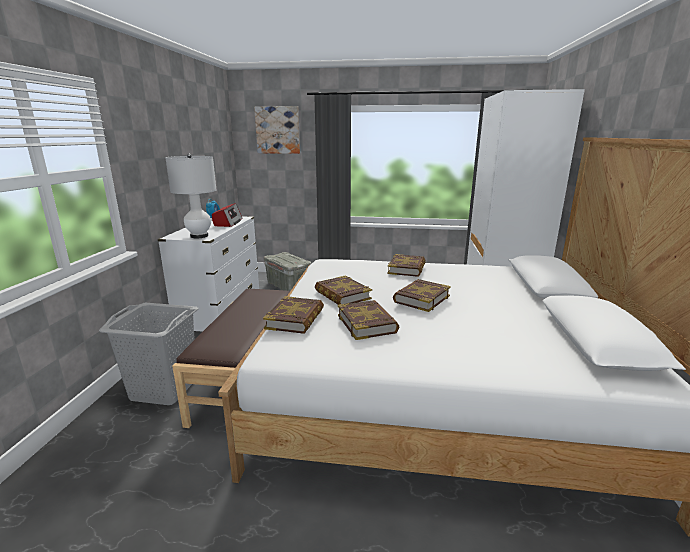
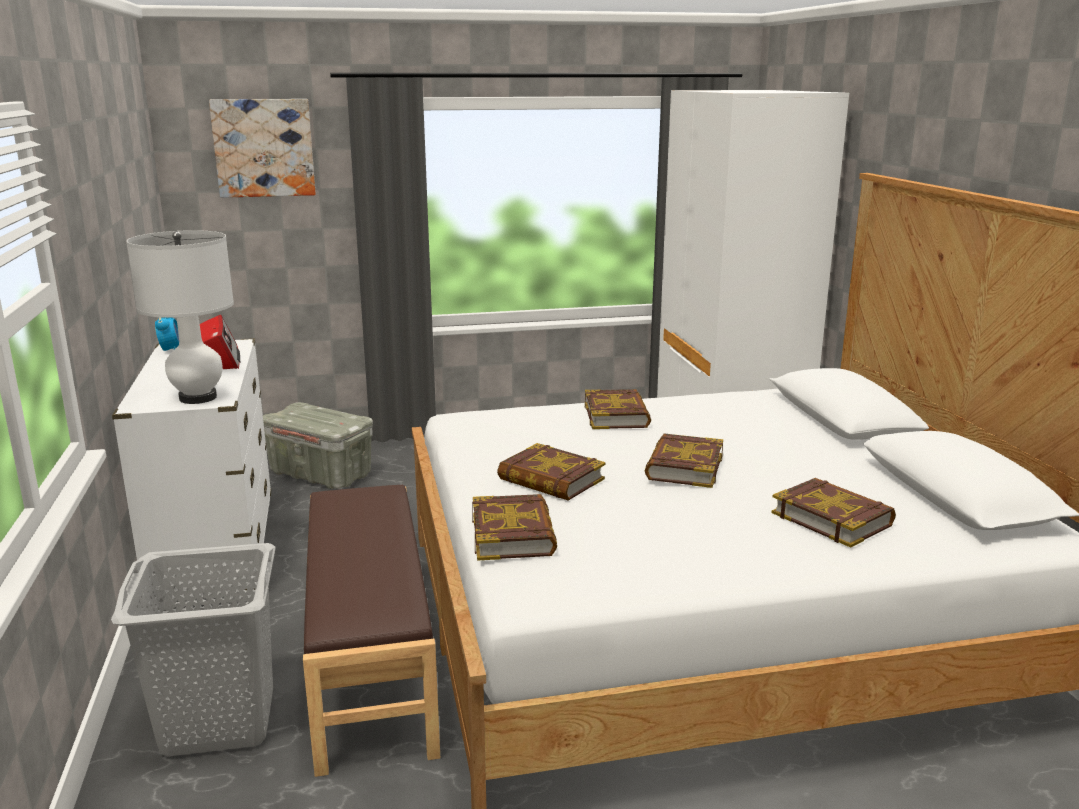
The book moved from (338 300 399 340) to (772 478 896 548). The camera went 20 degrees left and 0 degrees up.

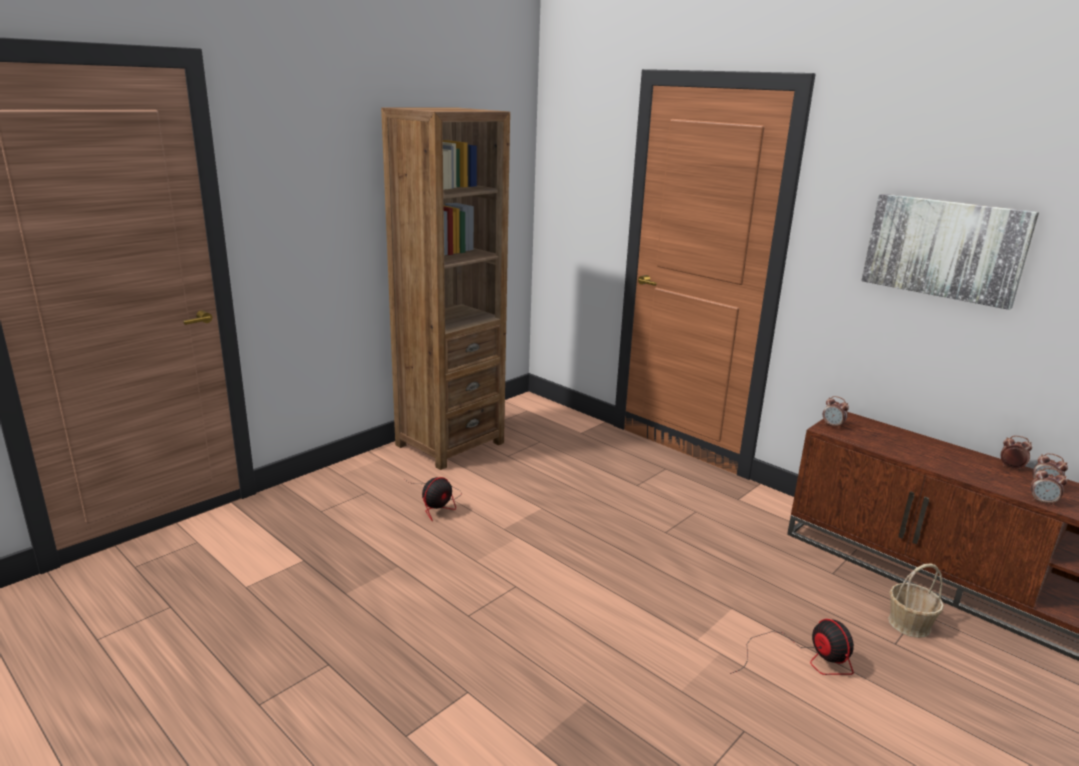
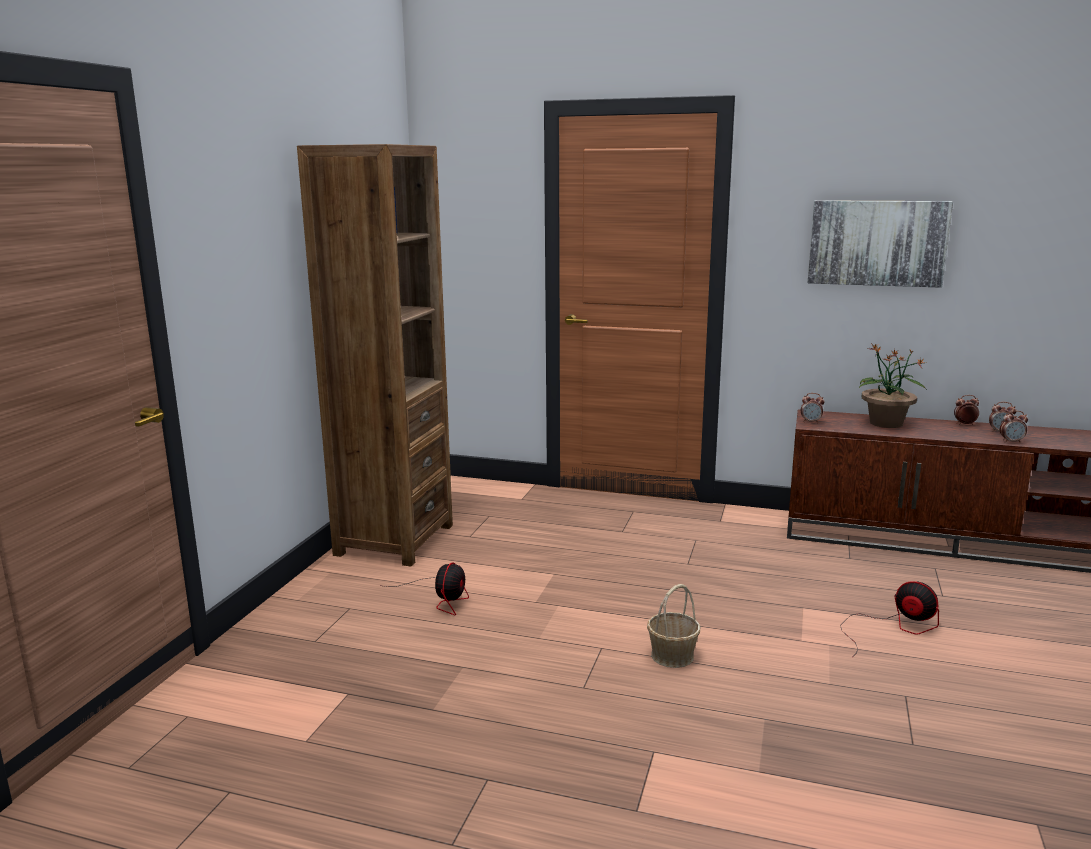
The potted plant at (859 344 927 428) appeared. The storage basket moved from (888 563 944 638) to (647 584 700 668). The camera went 25 degrees left and 5 degrees down.

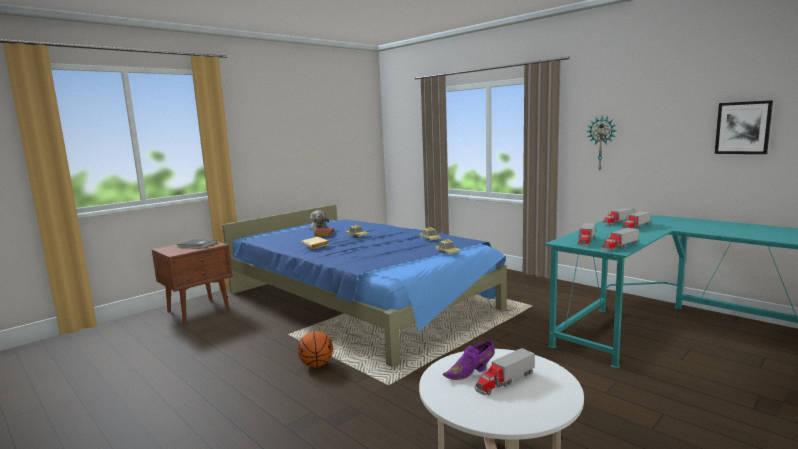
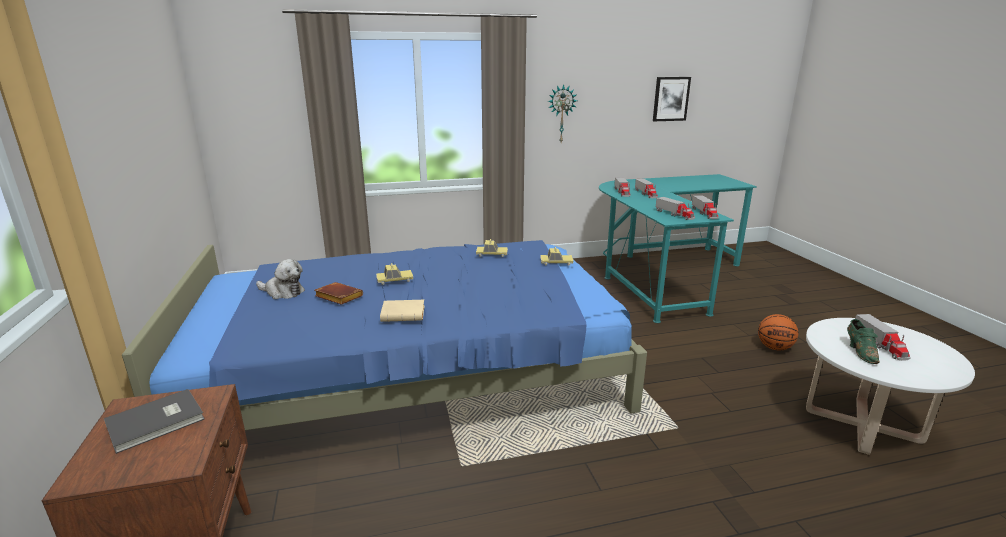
The basketball moved from (298 331 333 367) to (758 314 798 351). The purple low shoe at (443 341 495 380) became the green low shoe at (847 319 880 364). The camera went 60 degrees left and 10 degrees up.

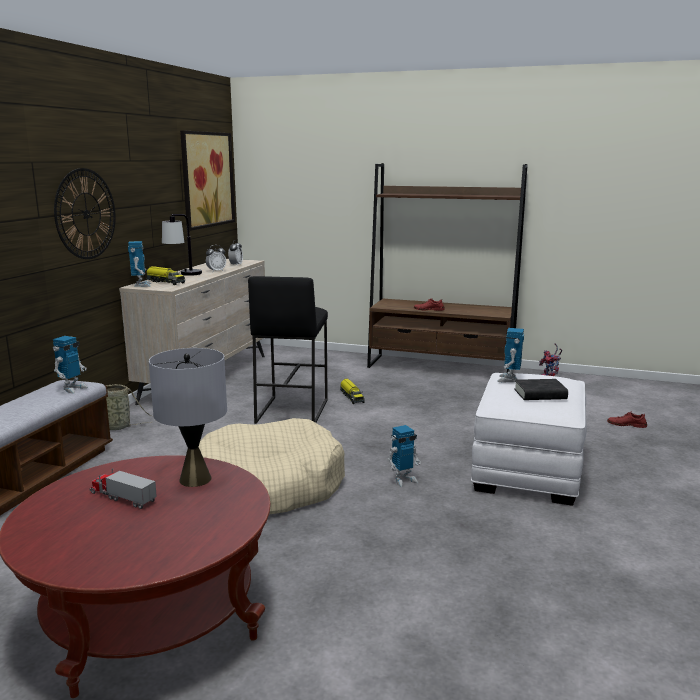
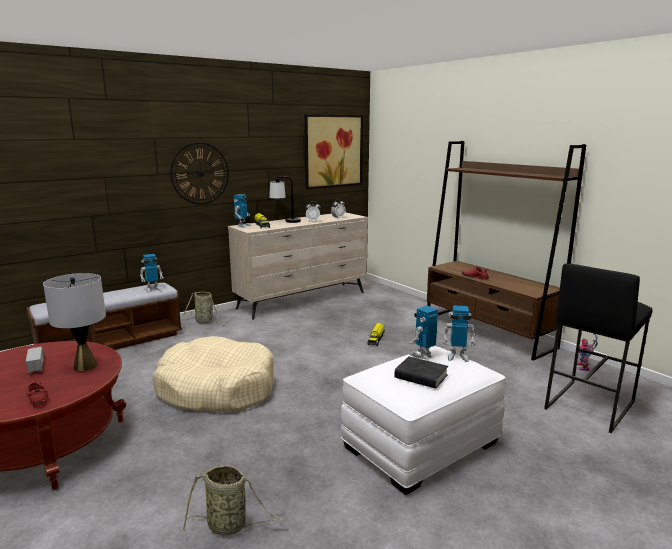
The storage basket at (183 465 286 536) appeared. The black sitting stool moved from (248 276 328 424) to (544 263 652 433). The robot figure moved from (387 425 421 487) to (443 305 475 362). The red low shoe moved from (607 411 647 428) to (26 382 47 407). The camera went 35 degrees right and 0 degrees up.

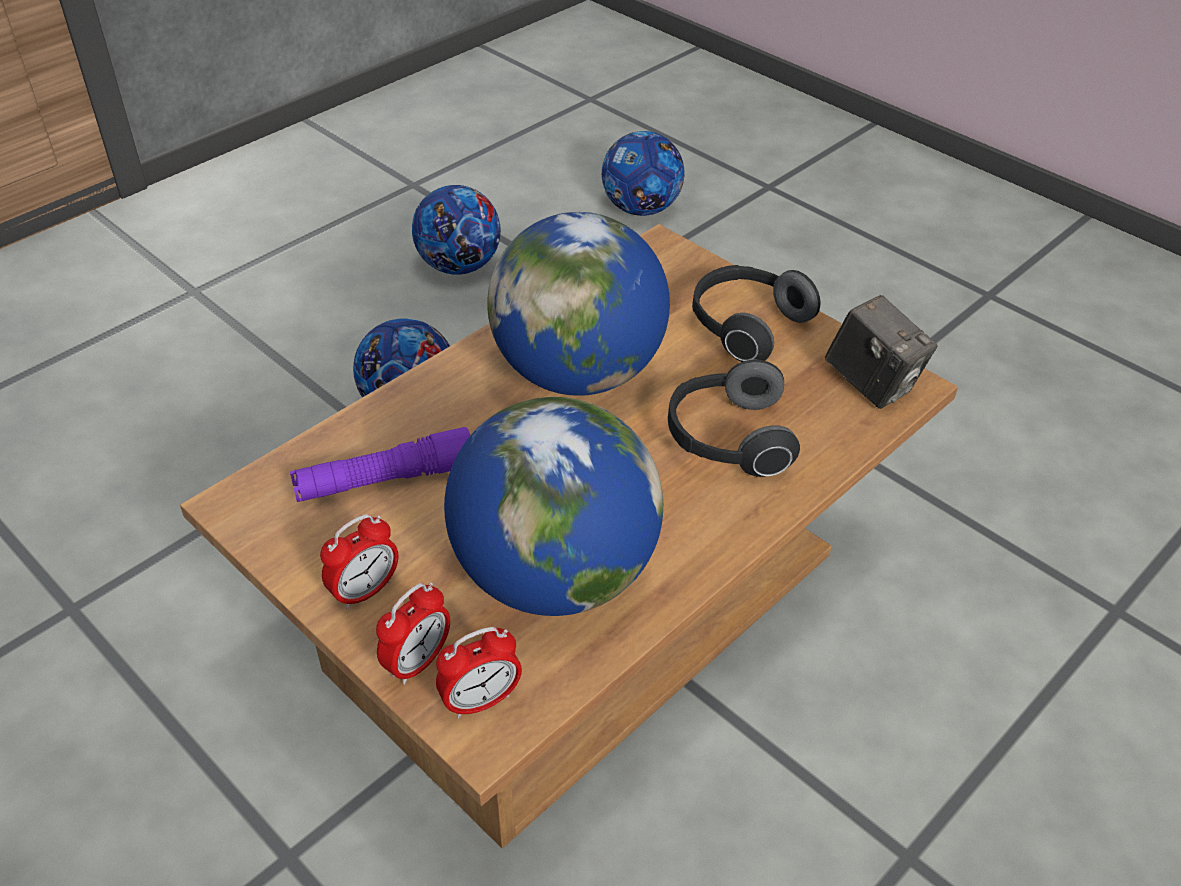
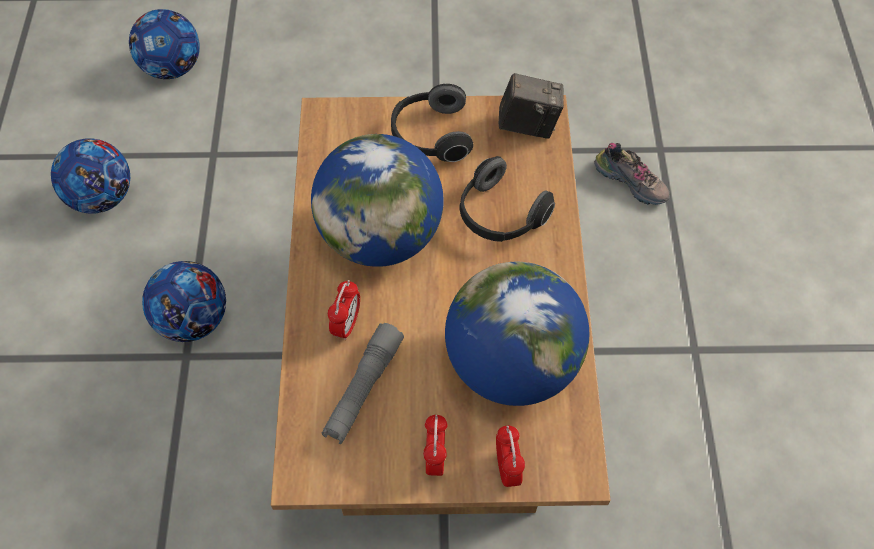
The low shoe at (594 143 670 205) appeared. The alarm clock moved from (436 627 522 719) to (328 280 360 340). The purple flashlight at (290 427 470 502) became the greyish flashlight at (322 323 404 444). The camera went 45 degrees left and 15 degrees up.

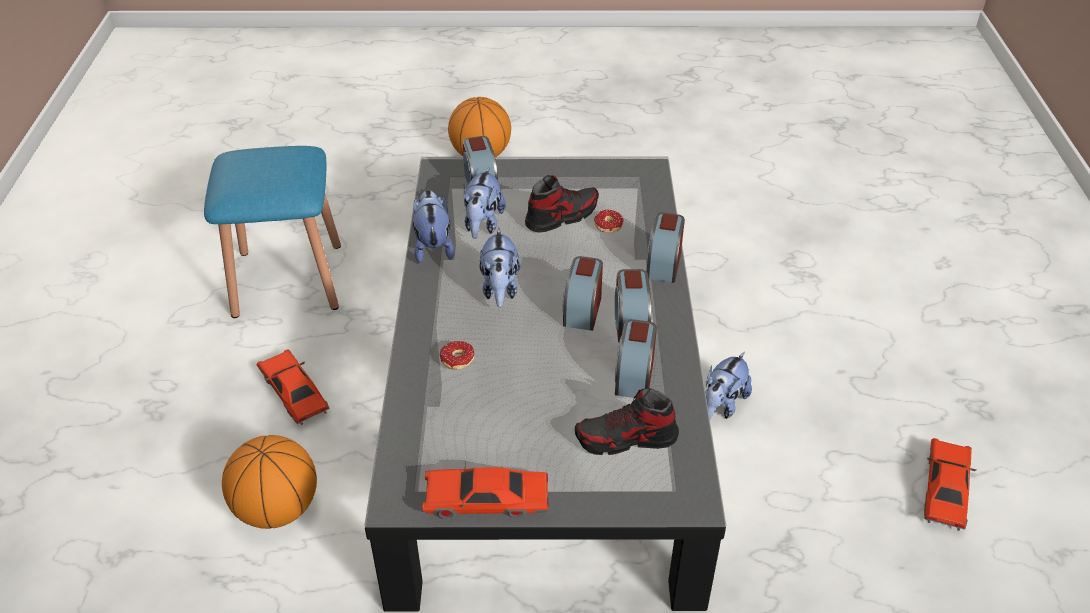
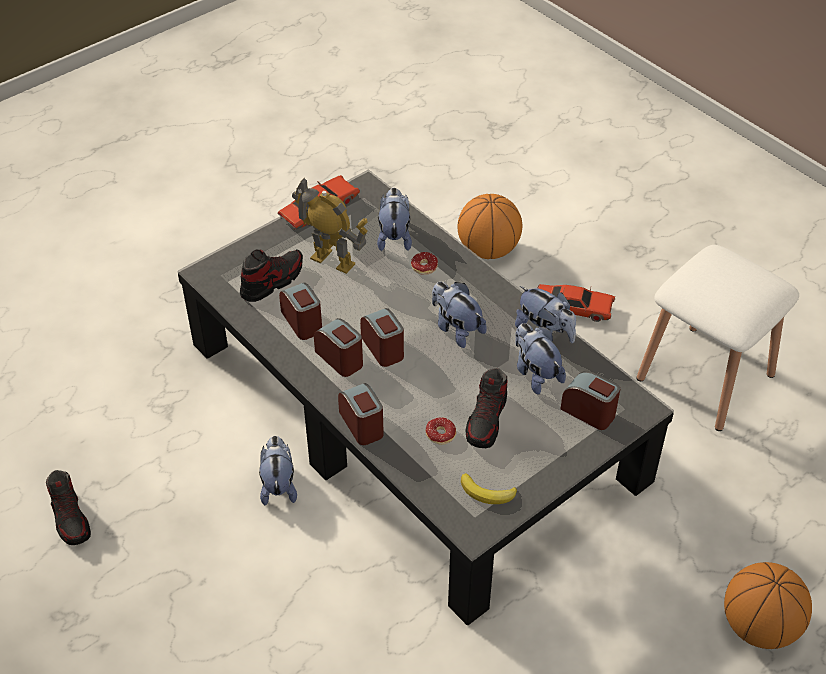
The robot figure at (292 177 368 274) appeared. The soft toy at (377 188 412 251) appeared. The banana fruit at (461 473 517 504) appeared. The red toy car at (924 438 977 531) was replaced by the low shoe at (46 470 91 545). The bluish sitting stool at (204 146 341 318) became the white-coloured sitting stool at (637 245 799 431). The camera went 140 degrees right and 5 degrees up.

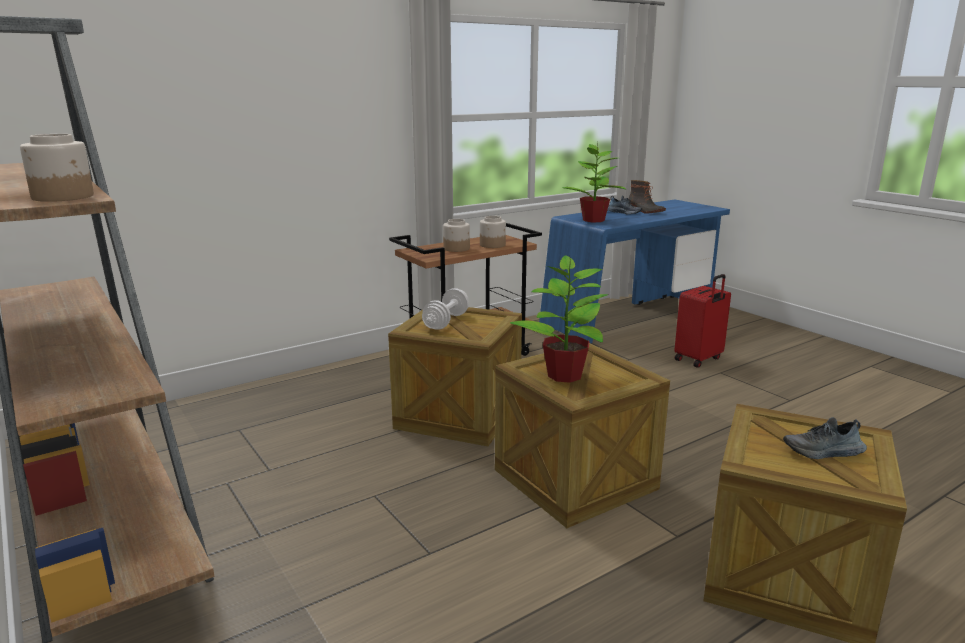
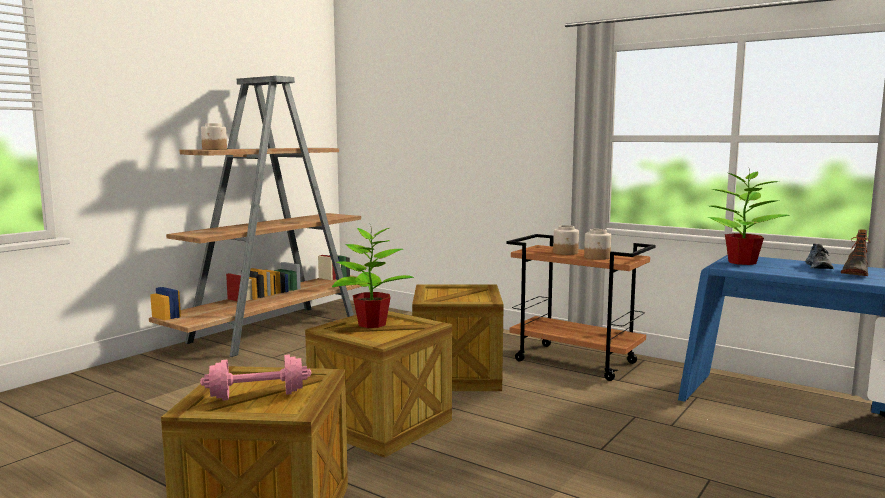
The white-coloured free weight at (422 288 469 330) disappeared. The red travel case at (674 274 731 368) disappeared. The low shoe at (783 417 867 459) was replaced by the pink-coloured free weight at (200 354 312 401). The camera went 70 degrees right and 10 degrees down.

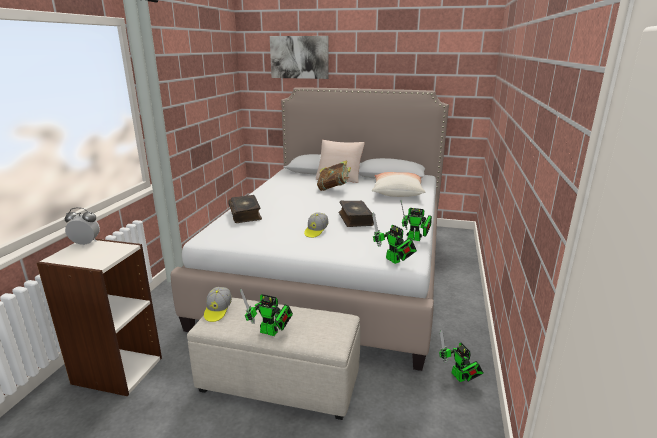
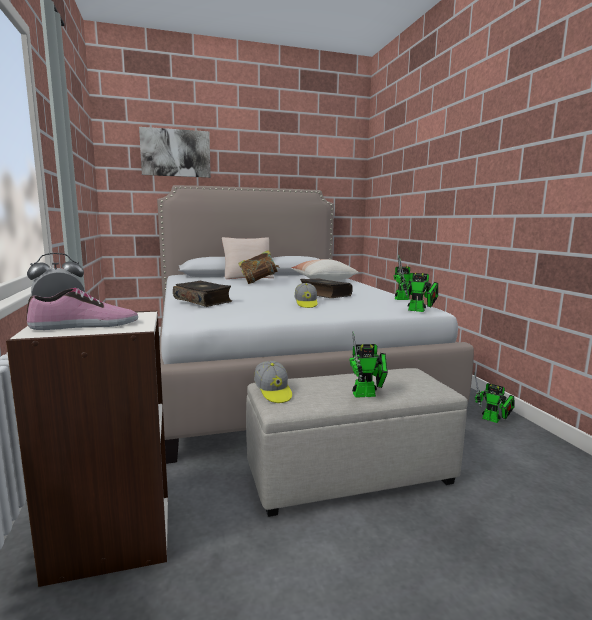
The low shoe at (26 288 138 330) appeared. The camera went 30 degrees left and 10 degrees down.

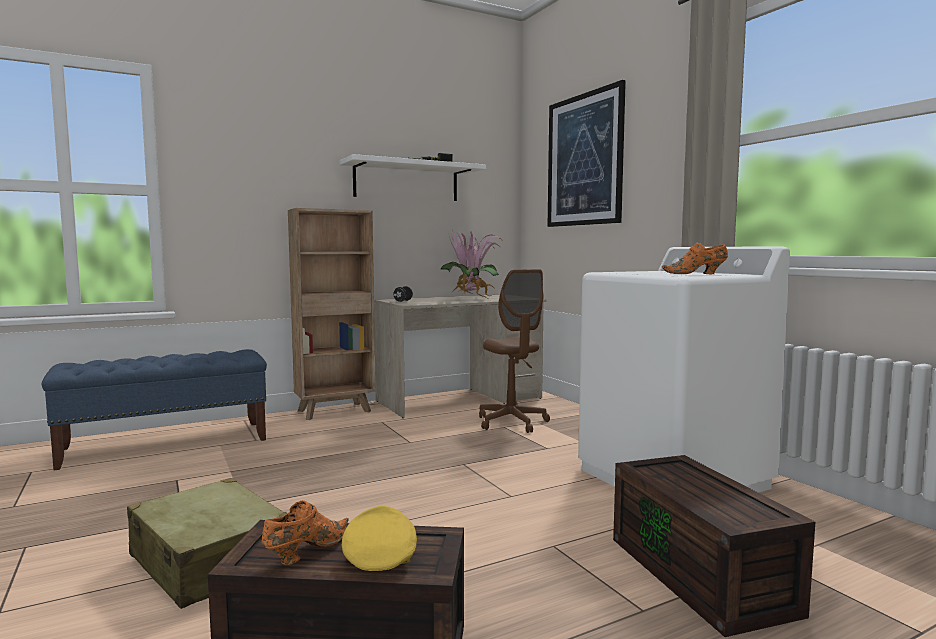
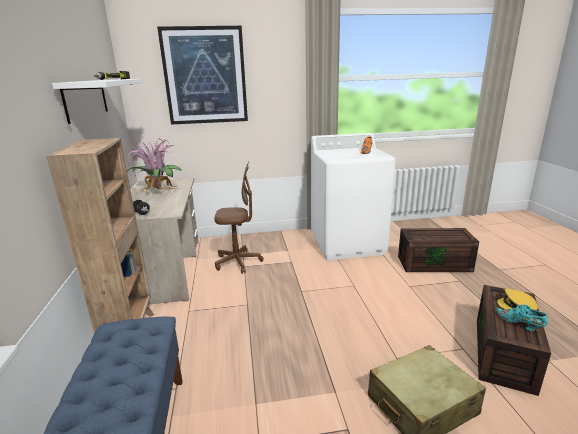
The orange-coloured low shoe at (262 500 349 565) became the turquoise-coloured low shoe at (495 304 548 331). The camera went 70 degrees left and 15 degrees up.

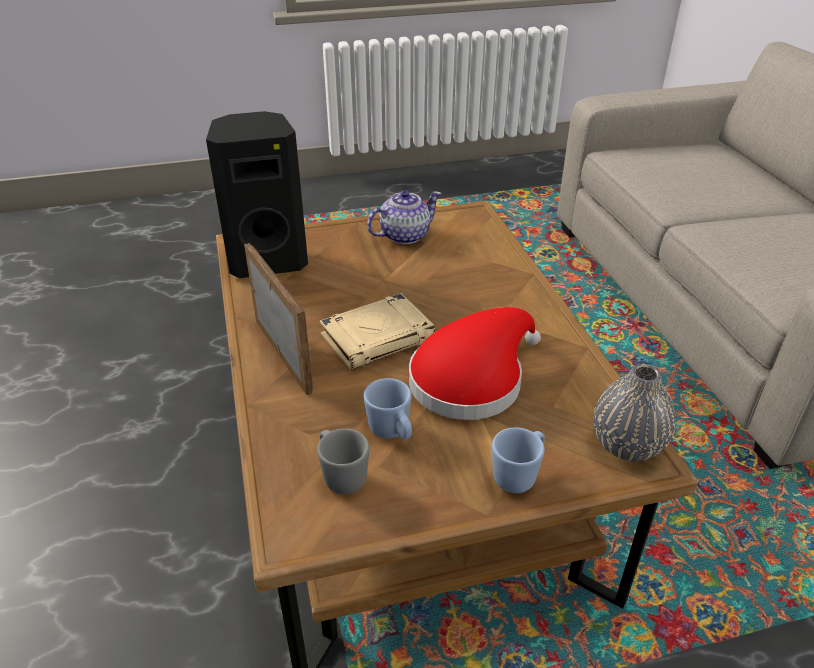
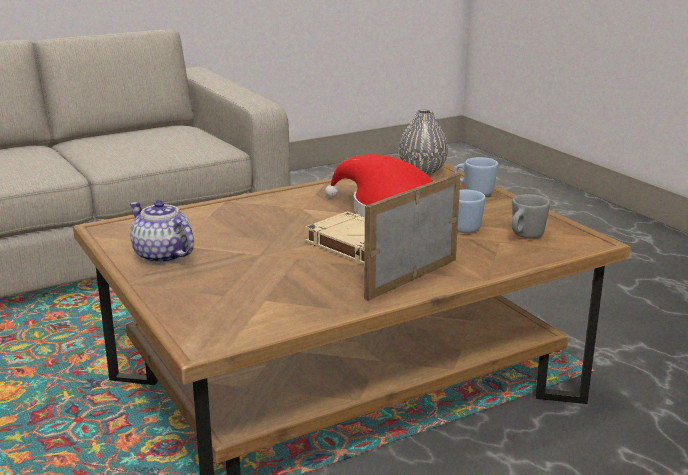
The black loudspeaker at (206 111 308 278) disappeared. The camera went 105 degrees left and 15 degrees down.

